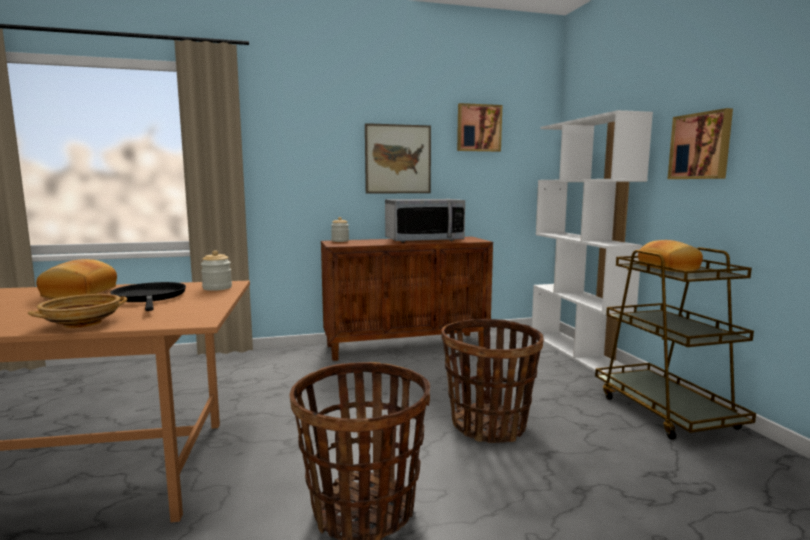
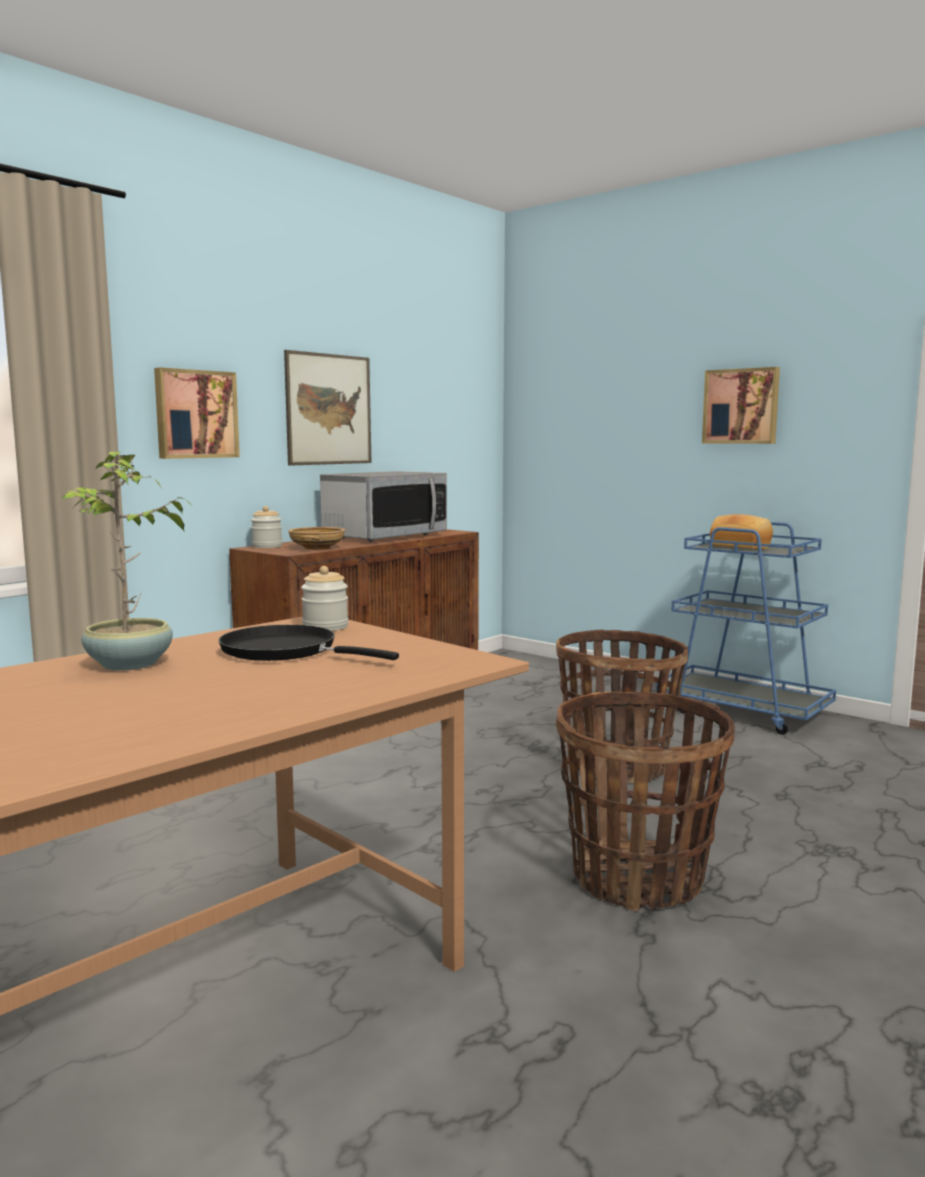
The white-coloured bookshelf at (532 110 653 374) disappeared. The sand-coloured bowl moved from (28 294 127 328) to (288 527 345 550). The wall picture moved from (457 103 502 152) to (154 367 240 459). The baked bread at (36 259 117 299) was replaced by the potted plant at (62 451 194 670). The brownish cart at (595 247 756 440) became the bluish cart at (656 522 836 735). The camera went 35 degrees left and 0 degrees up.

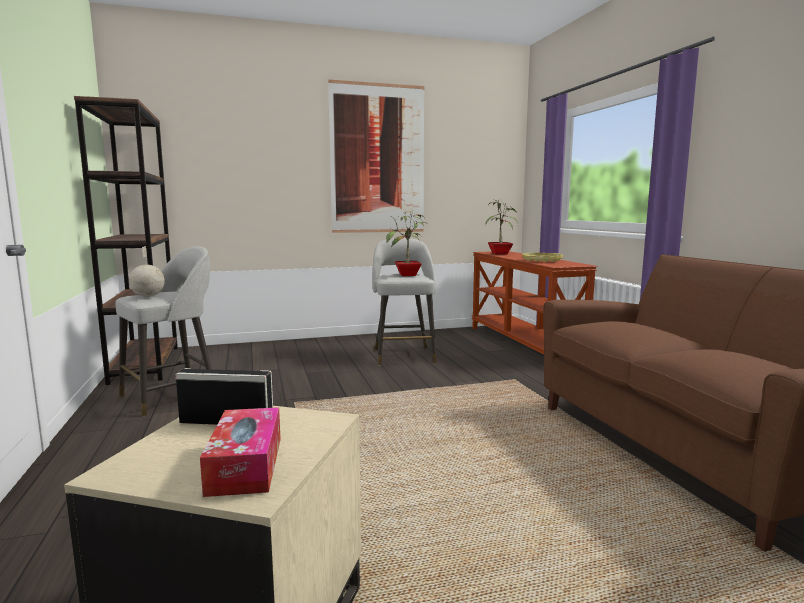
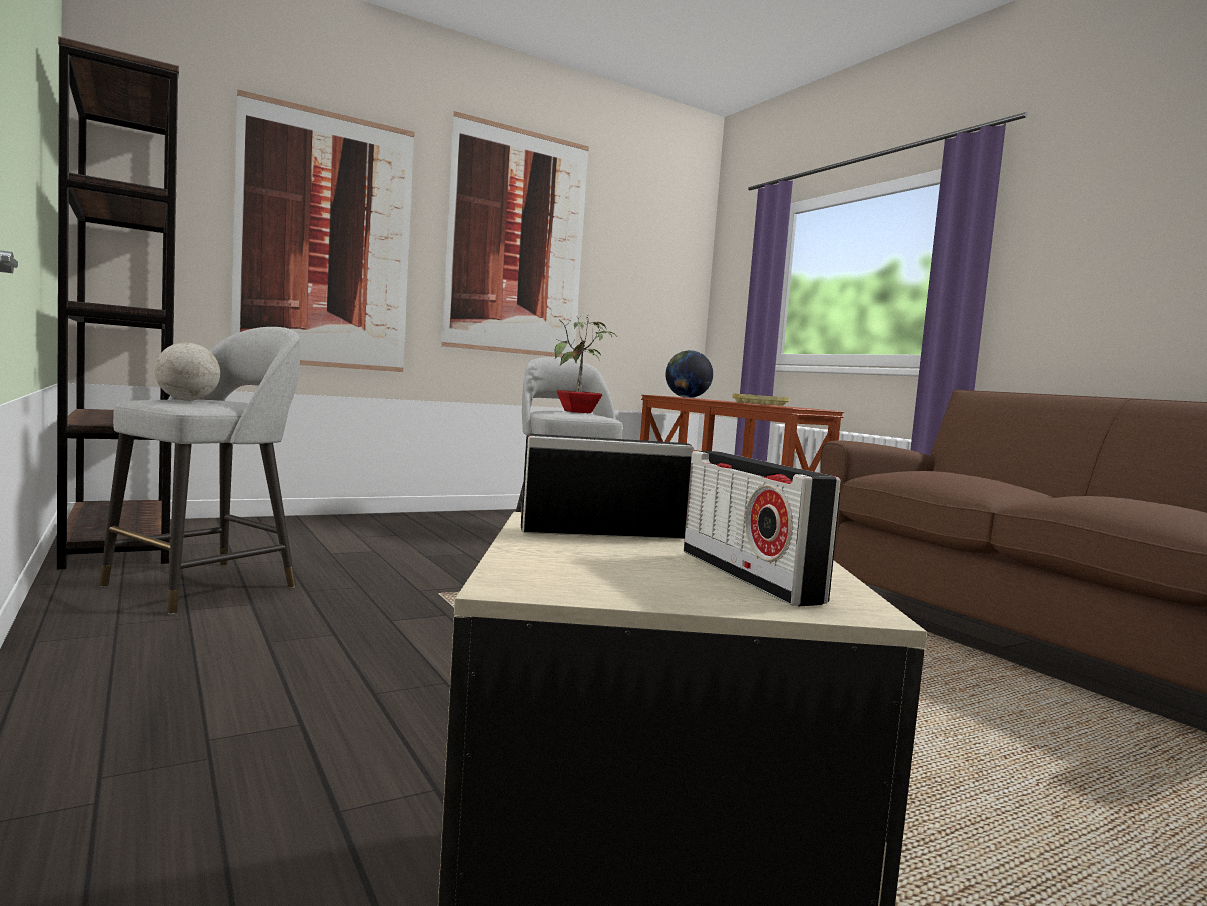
The wall picture at (231 89 415 372) appeared. The tissue box at (200 407 281 497) was replaced by the radio receiver at (684 451 840 606). The potted plant at (485 199 519 255) was replaced by the desk globe at (665 350 713 398). The camera went 15 degrees left and 5 degrees down.

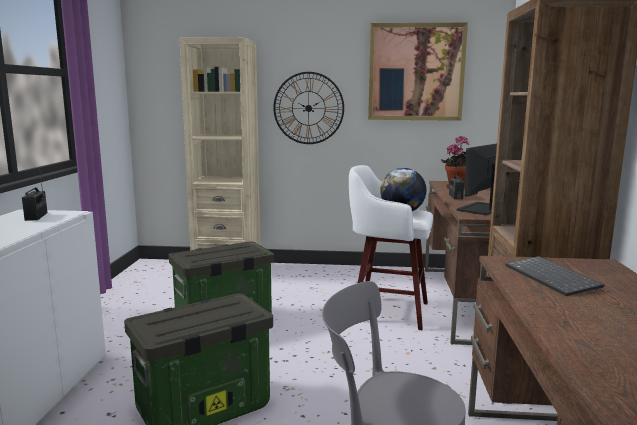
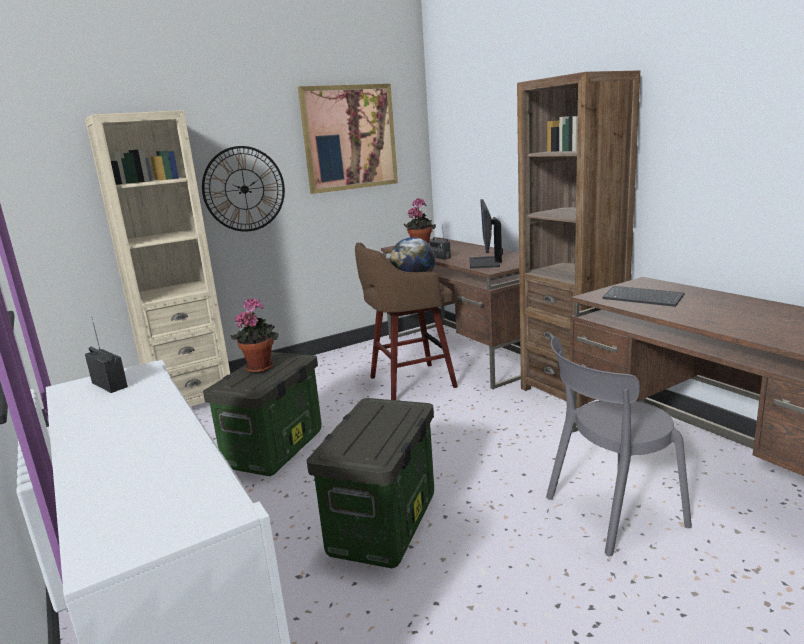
The potted plant at (230 297 279 373) appeared. The white-coloured sitting stool at (349 165 433 330) became the brownish sitting stool at (355 243 458 400). The camera went 35 degrees left and 5 degrees up.

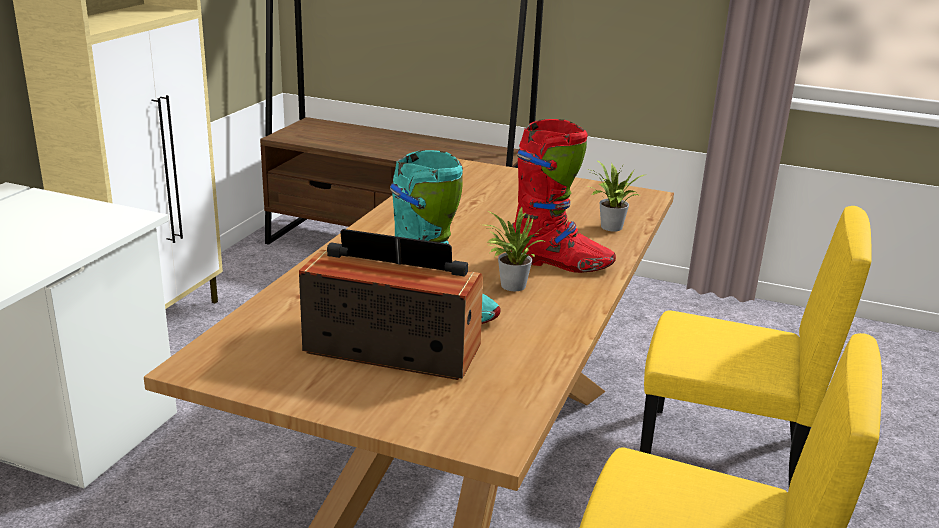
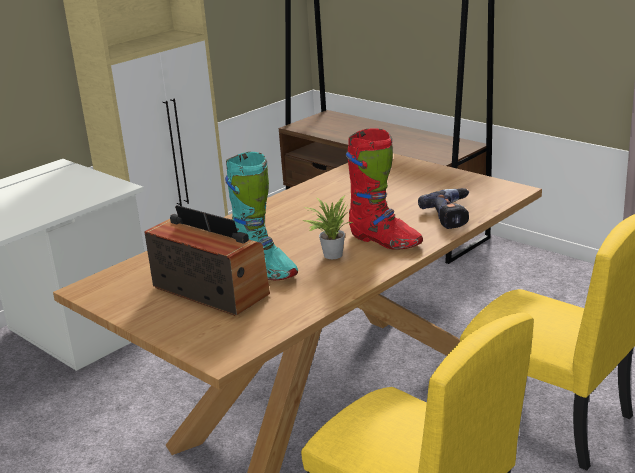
The potted plant at (586 160 644 232) was replaced by the power drill at (418 188 469 229). The camera went 25 degrees right and 0 degrees up.

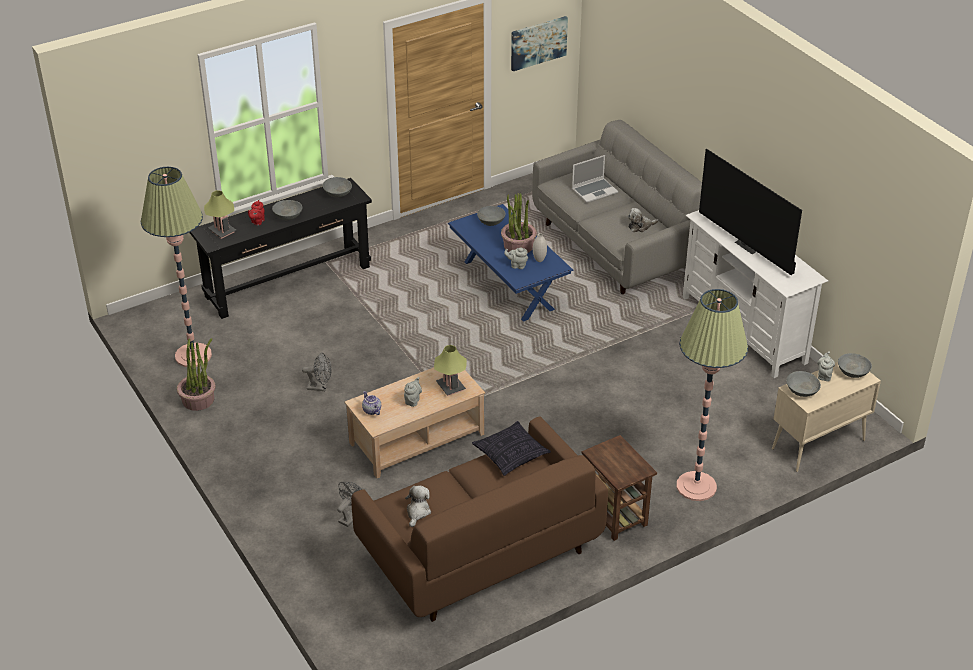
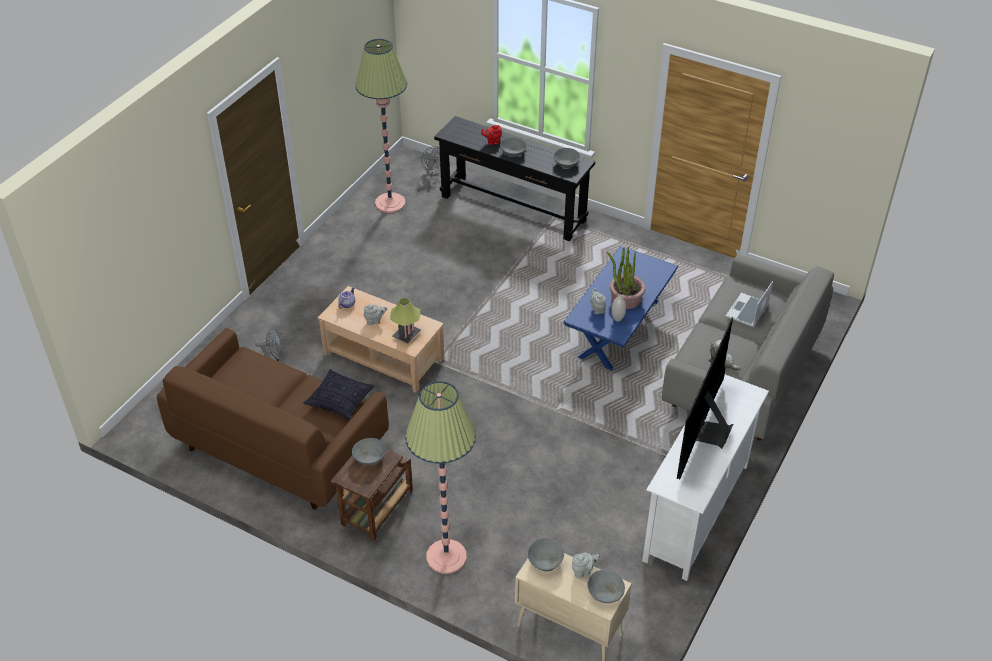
The potted plant at (177 338 216 411) disappeared. The table lamp at (204 190 236 239) disappeared. The soft toy at (405 485 431 527) disappeared. The wall picture at (511 16 568 71) disappeared. The greyish electric fan moved from (302 353 332 391) to (421 146 440 176). The greyish bowl moved from (477 206 506 226) to (352 438 386 465). The laptop at (572 155 618 203) turned 90 degrees clockwise. The camera went 60 degrees right and 5 degrees up.

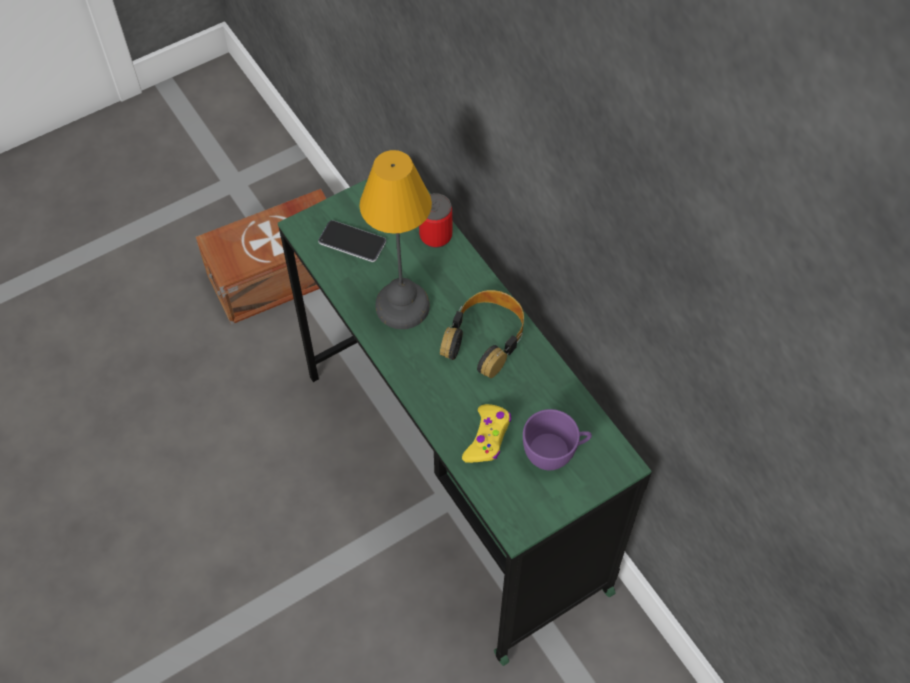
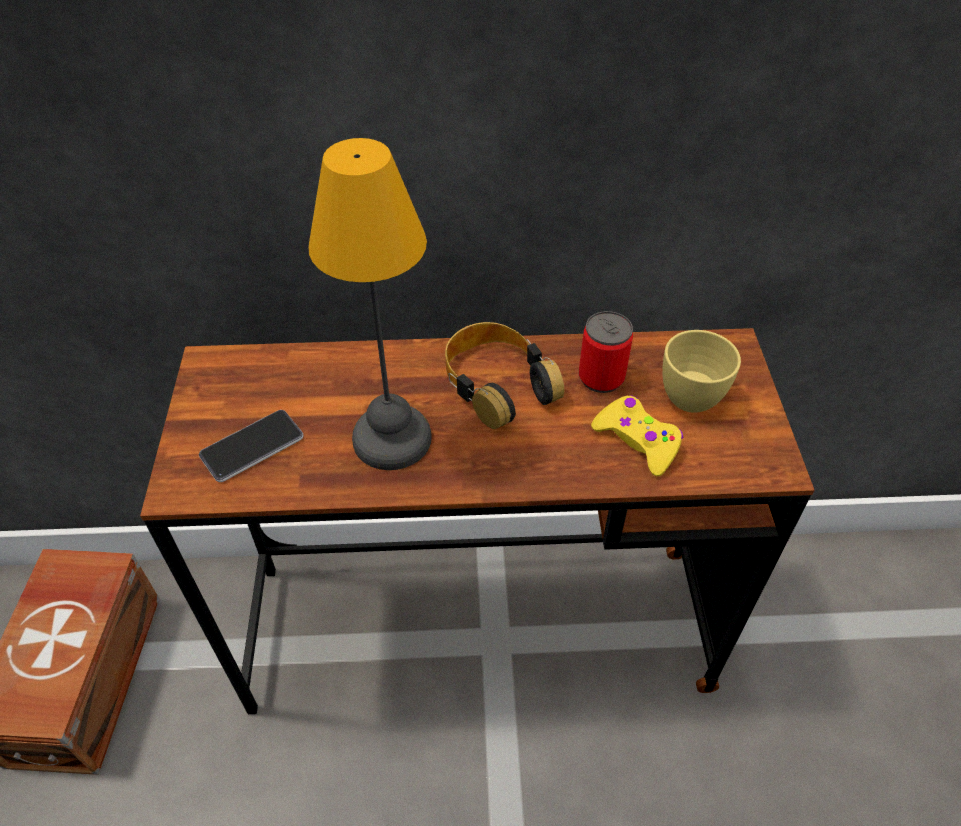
The can moved from (419 193 452 248) to (579 311 633 393). The green desk at (278 179 651 666) became the brownish desk at (140 328 815 714). The purple cup at (523 409 592 471) became the yellow-coloured cup at (662 330 741 413). The camera went 60 degrees left and 10 degrees down.

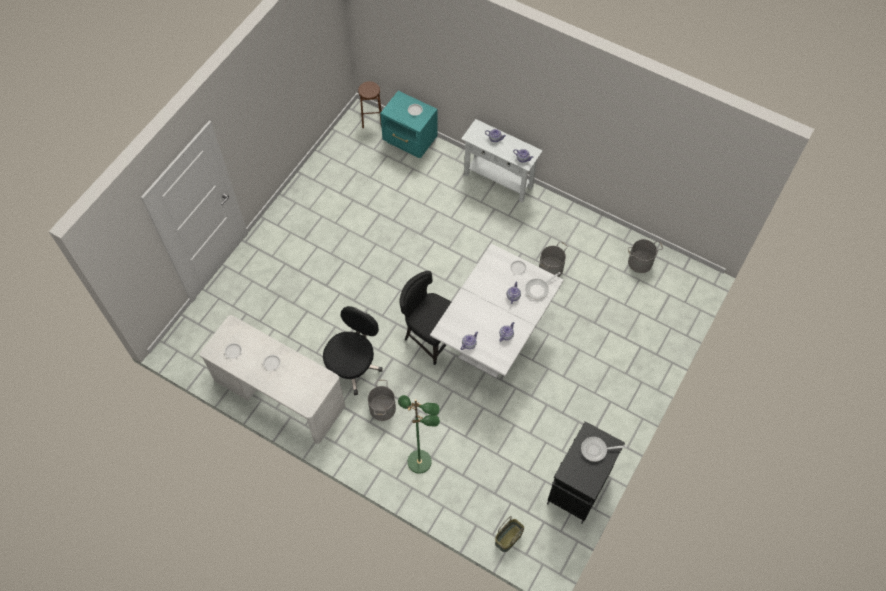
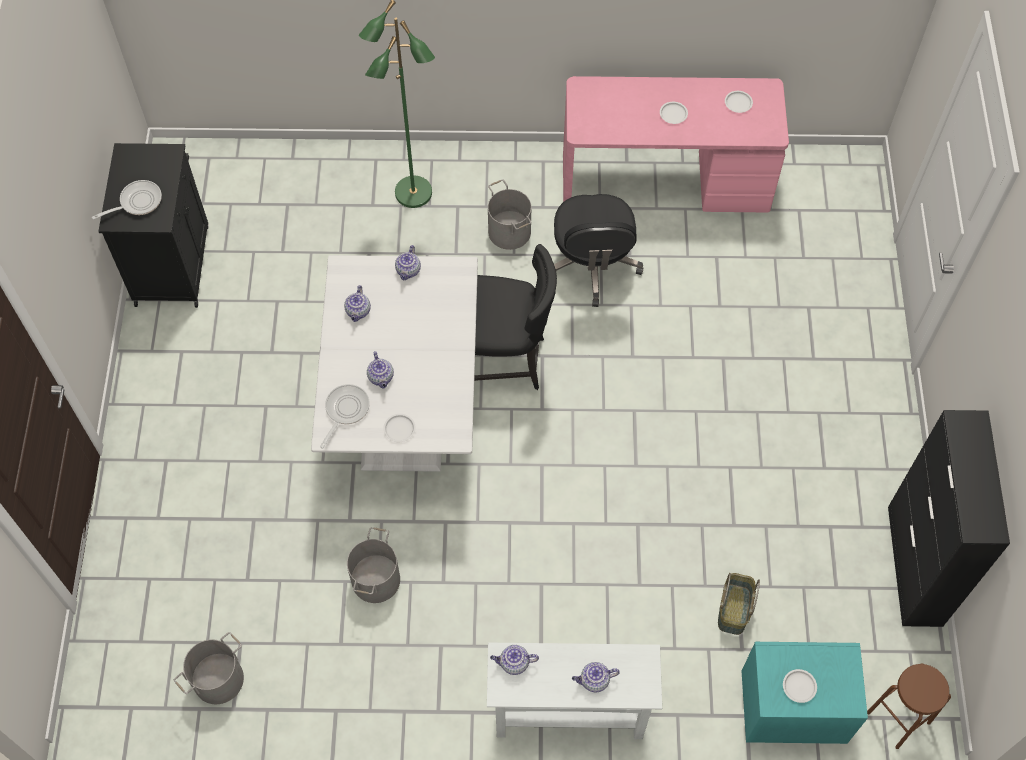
The black cabinet at (888 410 1010 627) appeared. The storage basket moved from (495 516 524 552) to (718 573 760 635). The white-coloured desk at (200 315 345 444) became the pink-coloured desk at (563 76 789 212). The camera went 150 degrees right and 0 degrees up.

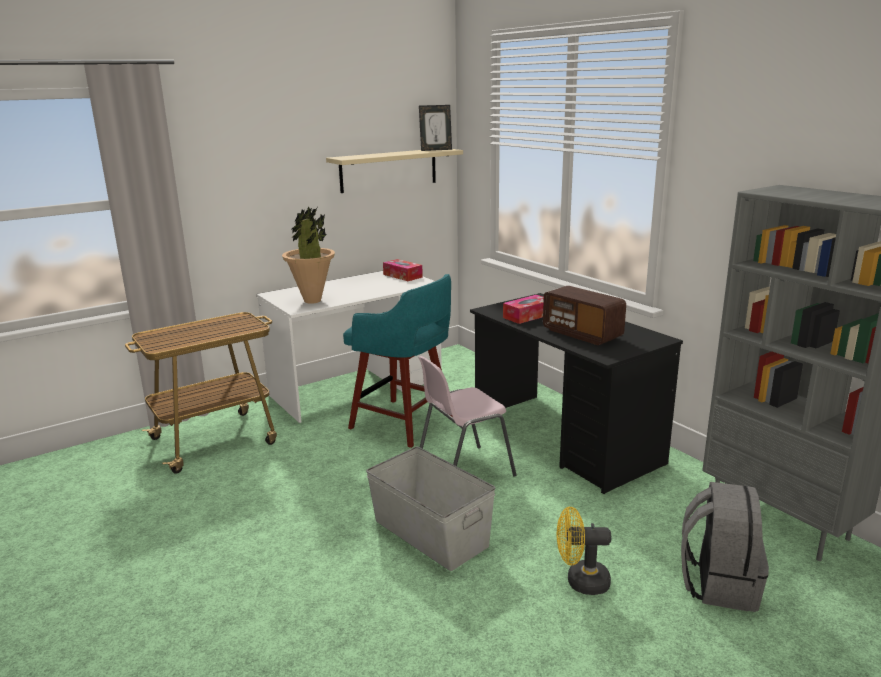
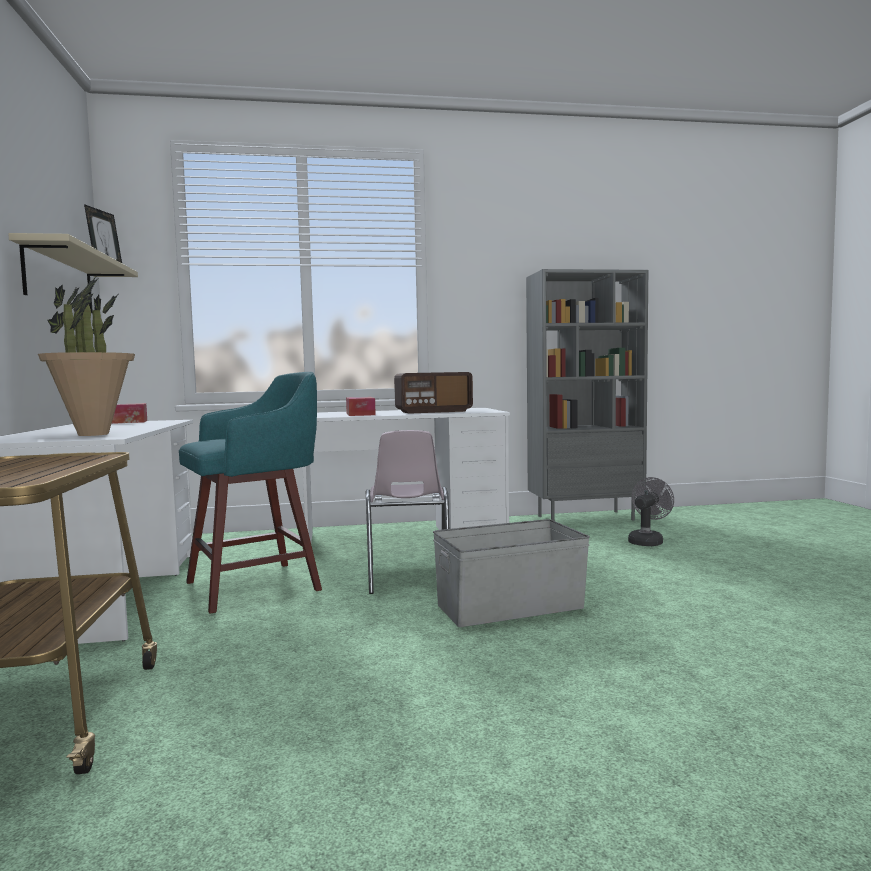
The yellow-coloured electric fan at (557 507 611 595) disappeared. The greyish backpack at (681 482 769 612) was replaced by the greyish electric fan at (628 477 674 546). The black desk at (470 293 683 494) became the white-coloured desk at (303 408 510 542). The camera went 65 degrees left and 15 degrees down.

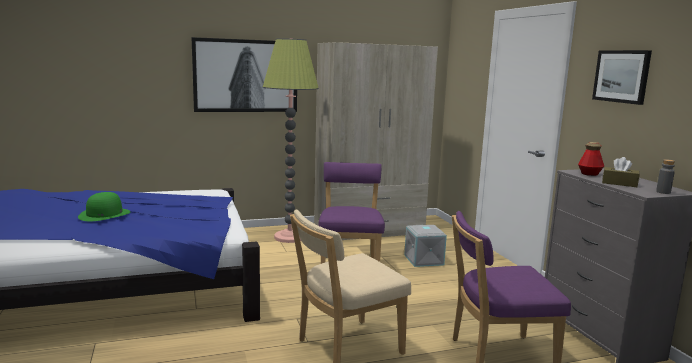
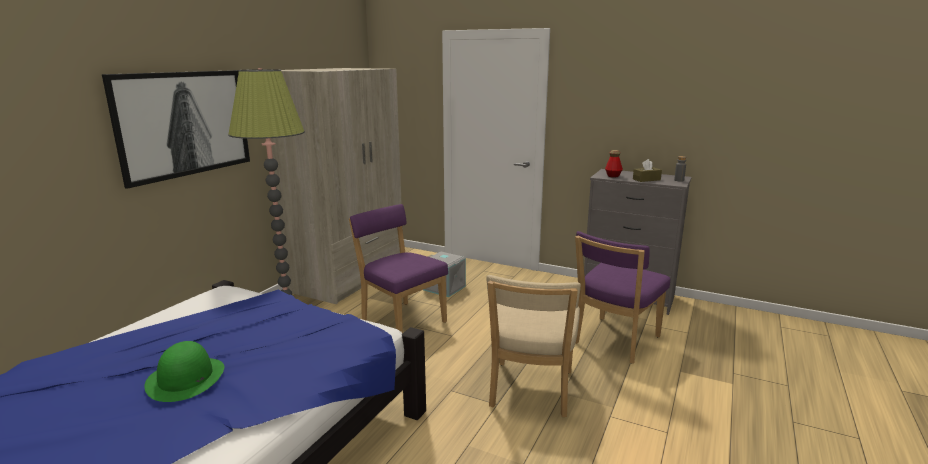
The wall picture at (592 50 652 105) disappeared. The camera went 45 degrees left and 5 degrees up.

